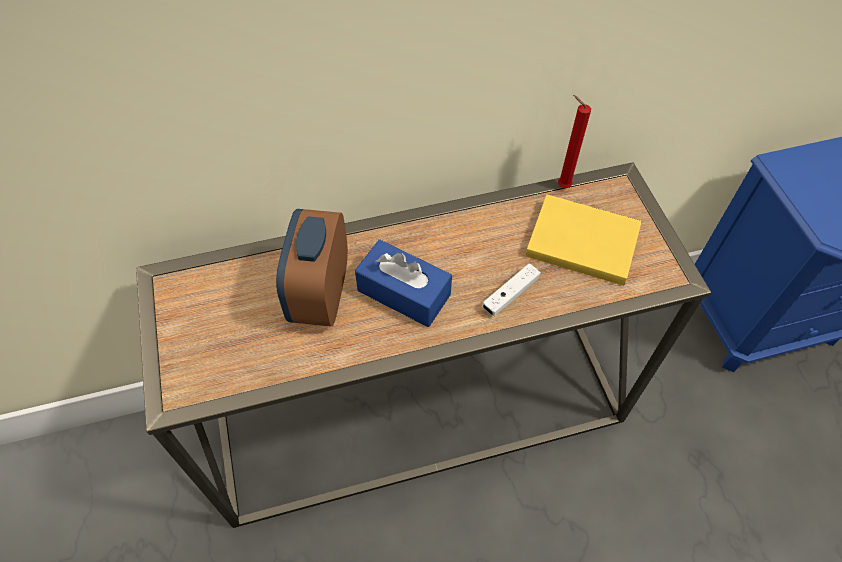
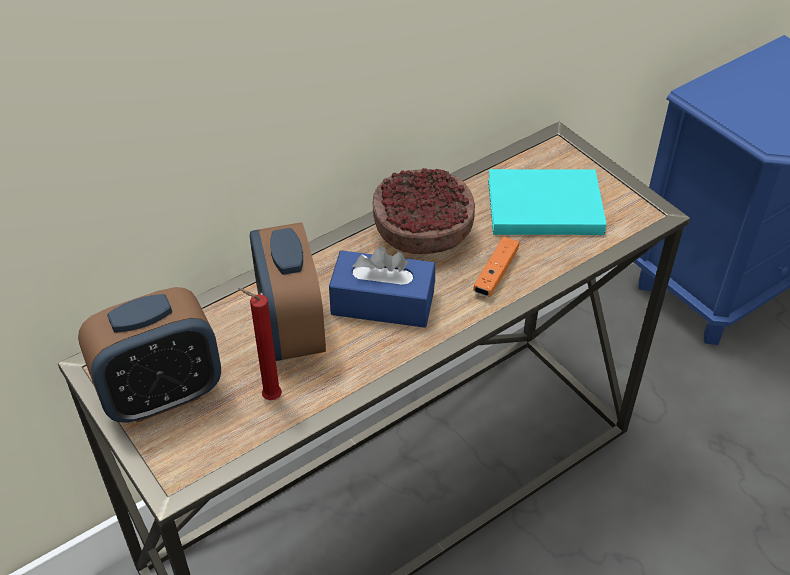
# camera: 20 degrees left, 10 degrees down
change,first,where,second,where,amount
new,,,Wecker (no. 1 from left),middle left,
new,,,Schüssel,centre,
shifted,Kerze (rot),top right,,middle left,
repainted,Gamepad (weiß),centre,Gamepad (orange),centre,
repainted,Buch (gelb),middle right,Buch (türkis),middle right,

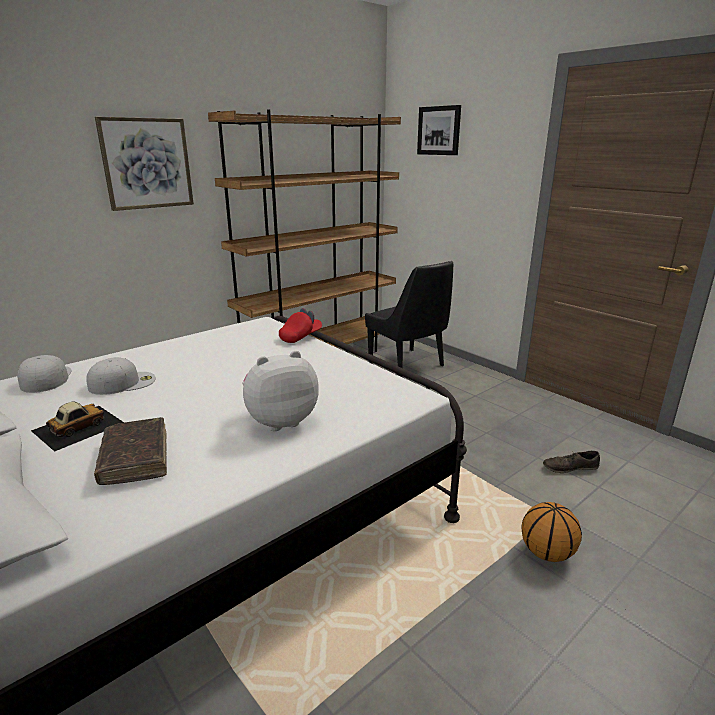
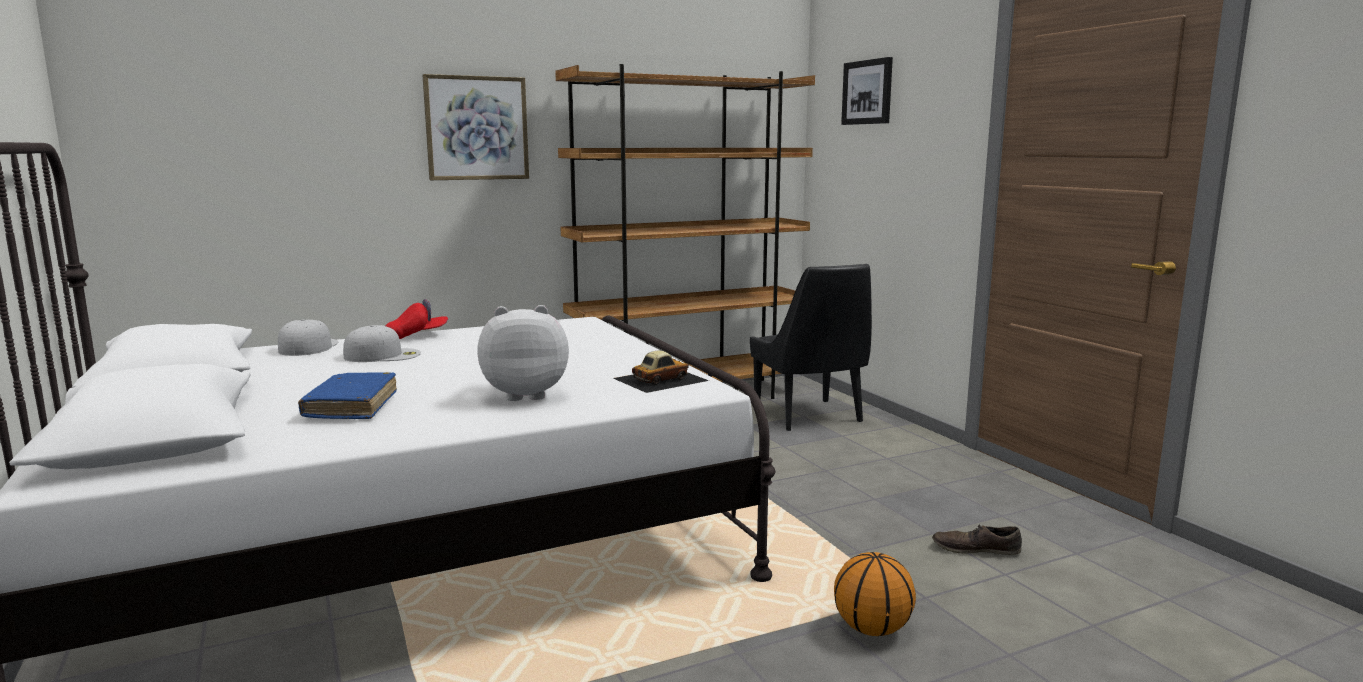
# camera: 15 degrees right, 10 degrees down
change,first,where,second,where,amount
shifted,Spielzeugauto,middle left,,centre,
shifted,Kappe (rot),centre,,middle left,
repainted,Buch (braun),middle left,Buch (blau),middle left,

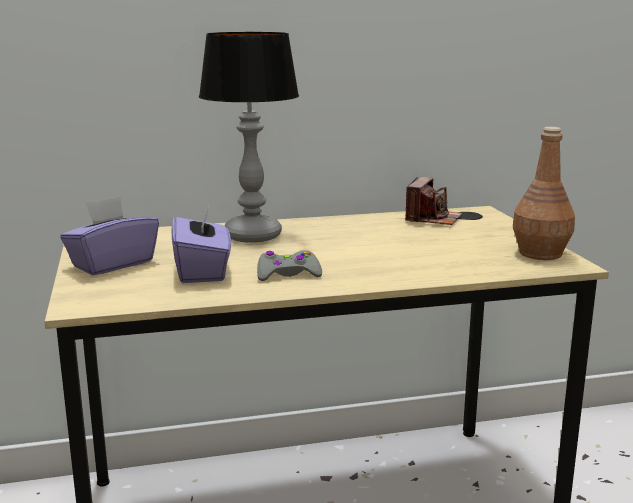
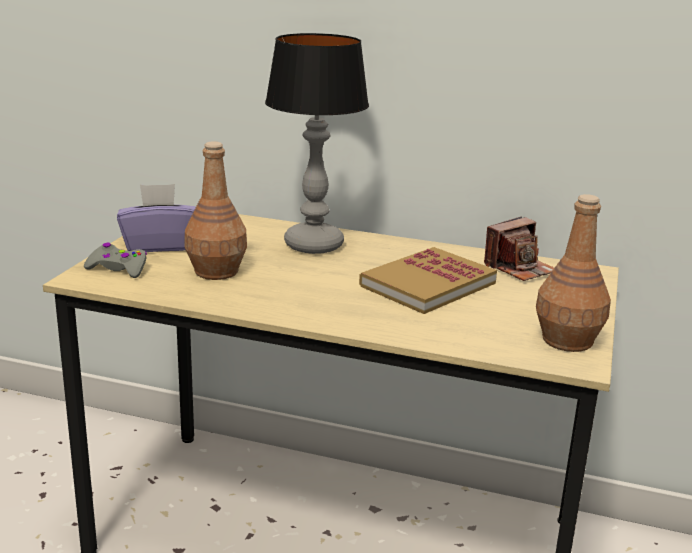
# camera: 30 degrees right, 5 degrees up
change,first,where,second,where,amount
new,,,Buch,centre,
shifted,Gamepad (grau),centre,,middle left,
swapped,Taschentuchbox (lila) (no. 2 from left),middle left,Flasche (braun) (no. 1 from left),middle left,

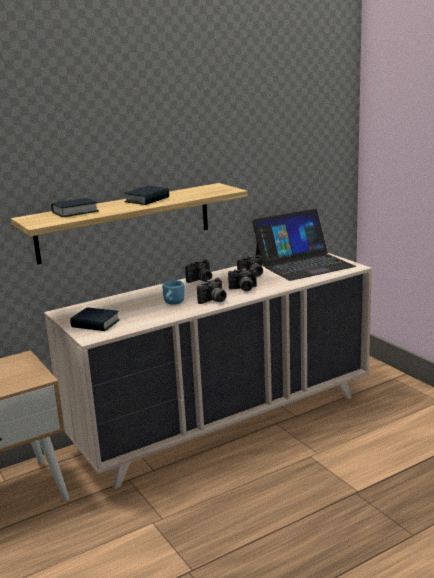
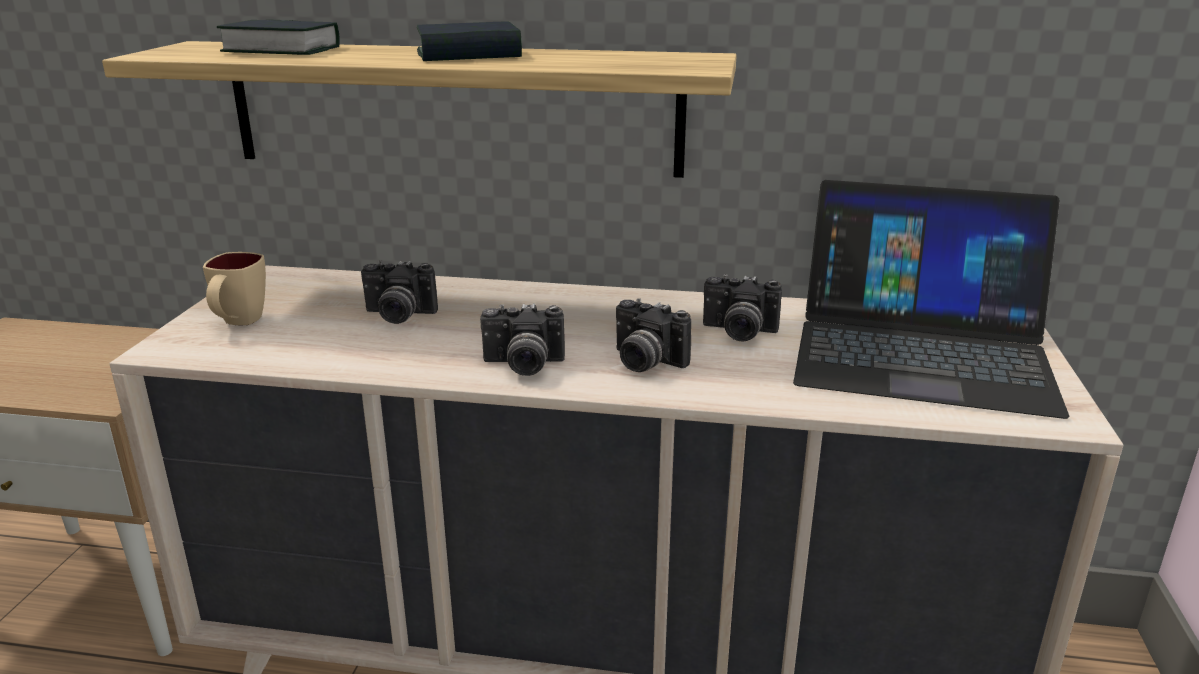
# camera: 40 degrees right, 5 degrees up
change,first,where,second,where,amount
gone,Henkelbecher (blau),centre,,,
shifted,Kamera (no. 1 from left),centre,,middle left,
swapped,Buch (no. 2 from left),middle left,Henkelbecher (beige),middle left,

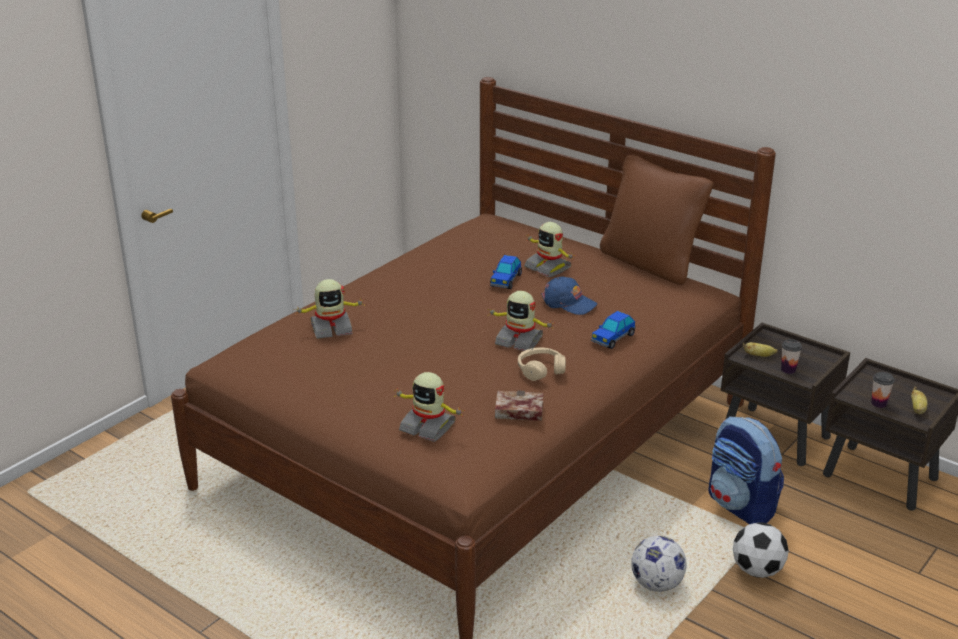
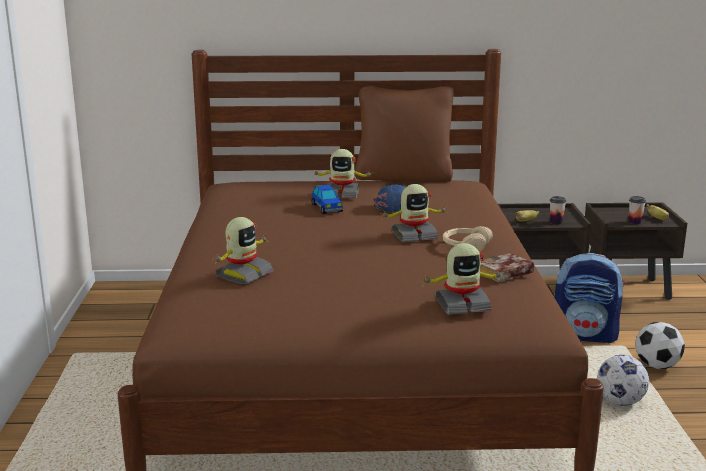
# camera: 40 degrees left, 10 degrees down
change,first,where,second,where,amount
gone,Spielzeugauto (no. 2 from left),centre,,,

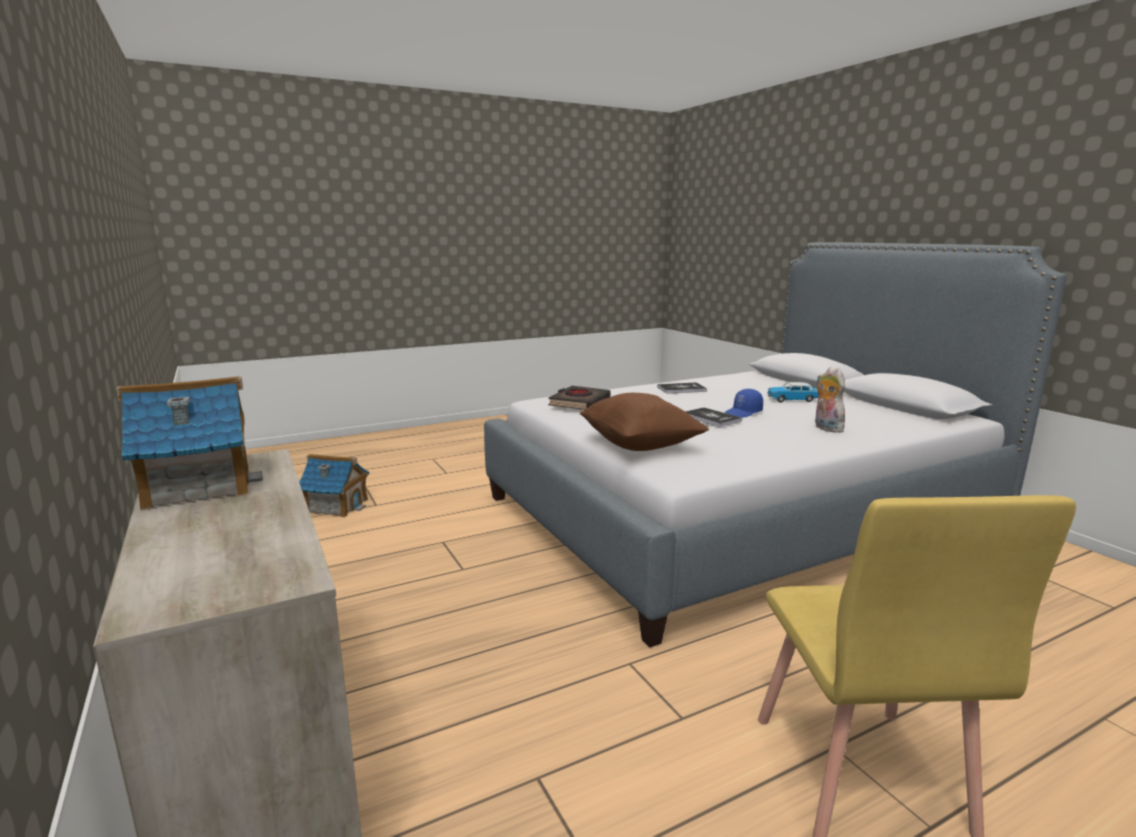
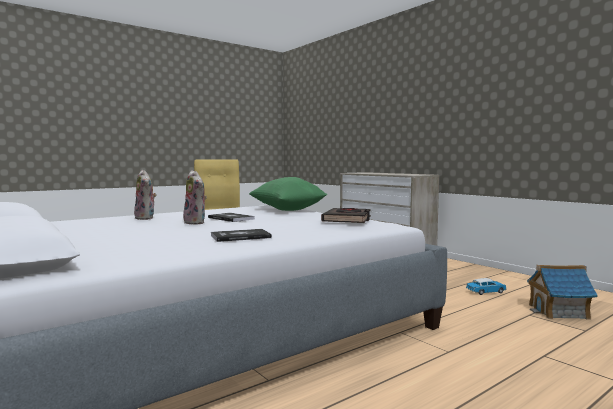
# camera: 170 degrees right, 10 degrees down
change,first,where,second,where,amount
gone,Spielzeughaus (no. 1 from left),middle left,,,
shifted,Spielzeugauto,middle right,,bottom right,
swapped,Kappe (blau),centre,Plüschtier (no. 2 from left),middle left,
repainted,Kissen (braun),centre,Kissen (grün),centre,

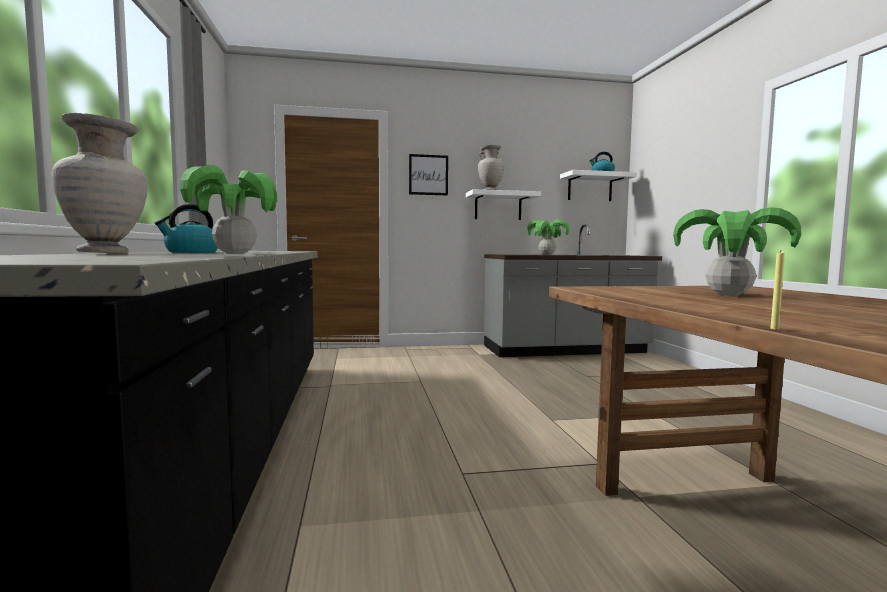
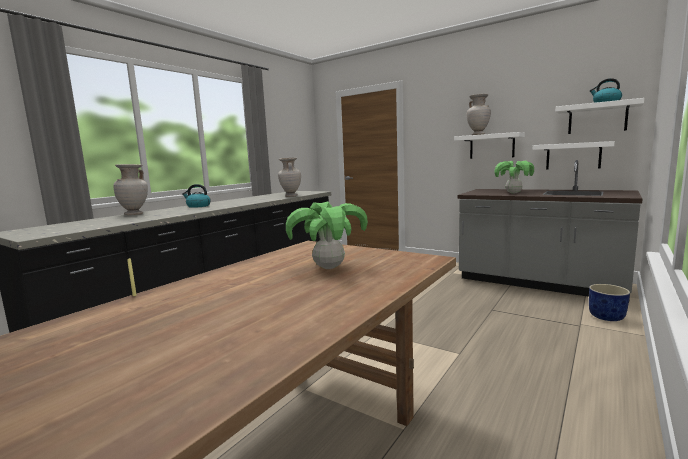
# camera: 45 degrees right, 5 degrees up
change,first,where,second,where,amount
gone,Topfpflanze (no. 1 from left),middle left,,,
gone,Bild,top centre,,,
new,,,Vase (beige) (no. 2 from left),centre,
new,,,Wandregal (weiß) (no. 2 from left),middle right,
new,,,Pflanzkübel (blau),middle right,

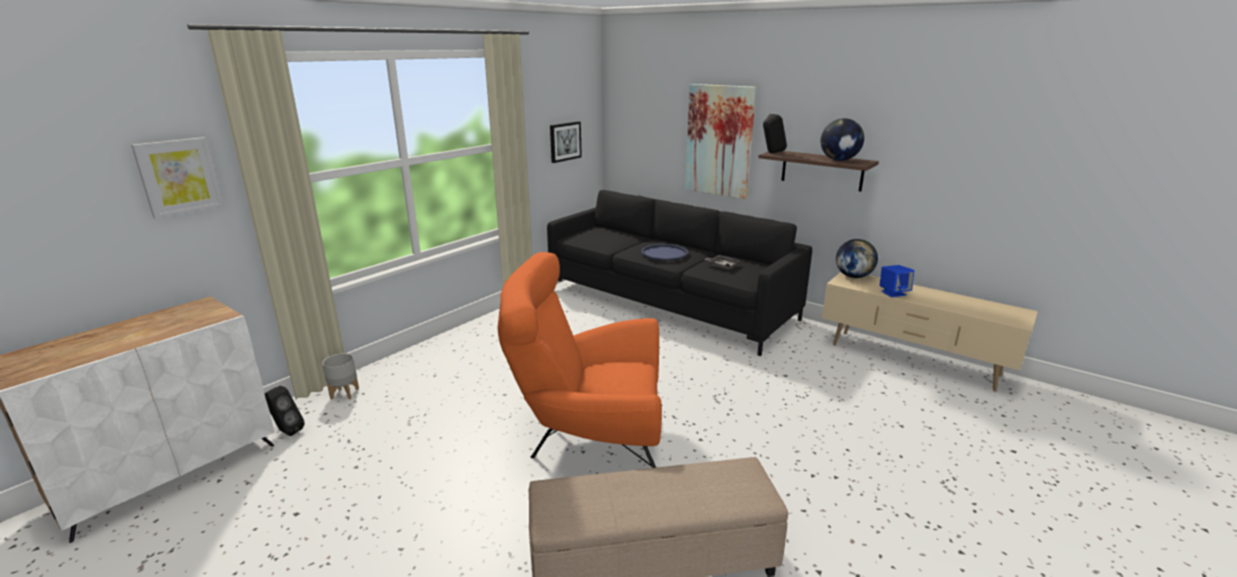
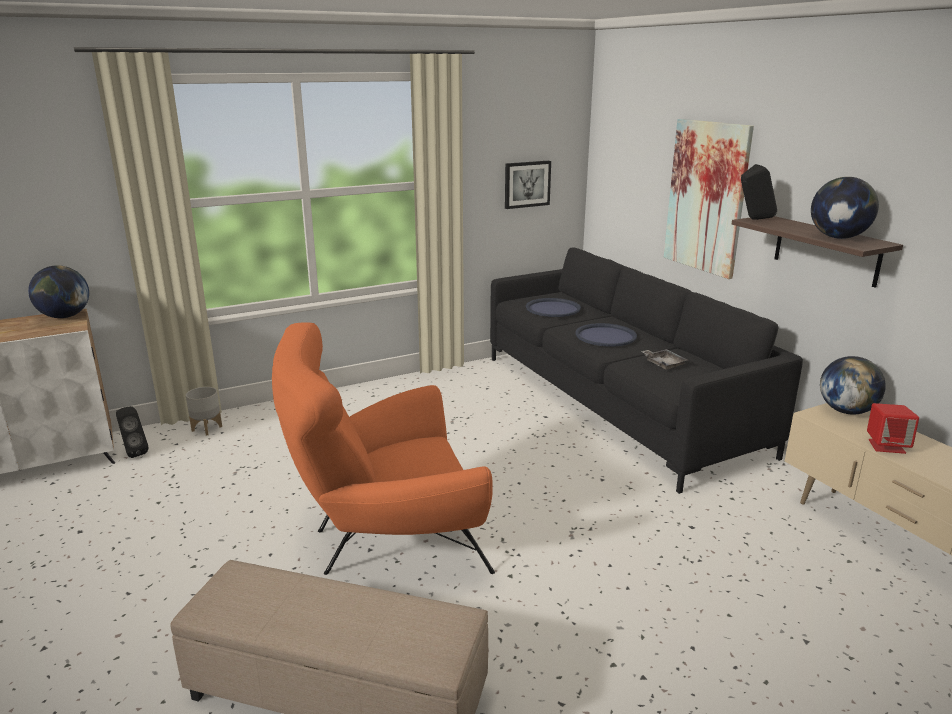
# camera: 25 degrees right, 0 degrees up
change,first,where,second,where,amount
gone,Bild (no. 1 from left),top left,,,
new,,,Globus (no. 1 from left),middle left,
new,,,Tablett (blau) (no. 1 from left),centre,
repainted,Lautsprecher (blau),middle right,Lautsprecher (rot),middle right,
rotated,Sessel (orange),centre,,centre,45 degrees counterclockwise

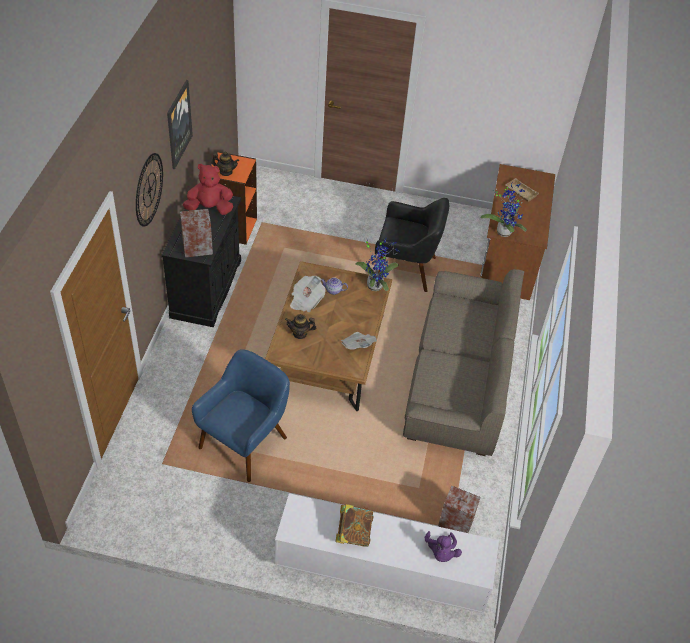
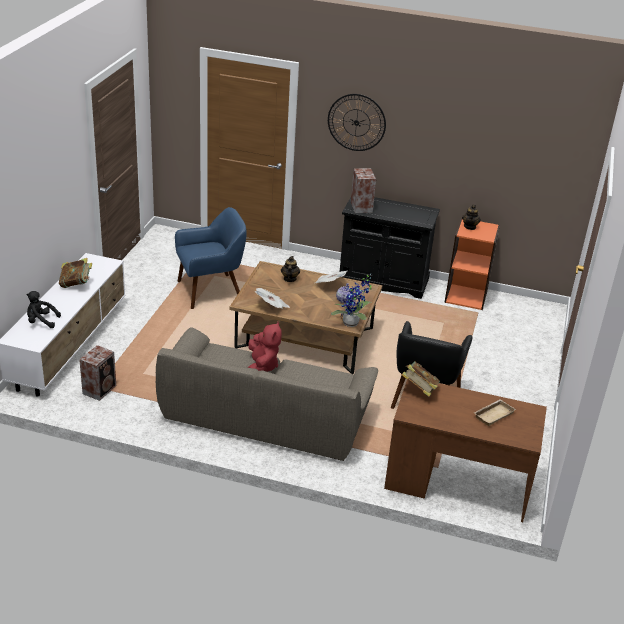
# camera: 95 degrees right, 15 degrees down
change,first,where,second,where,amount
gone,Bild,top left,,,
shifted,Plüschtier (rot),top left,,centre,
swapped,Topfpflanze (no. 2 from left),top right,Buch (no. 2 from left),middle right,
repainted,Plüschtier (lila),bottom centre,Plüschtier (schwarz),middle left,
rotated,Sessel (blau),centre,,centre,60 degrees counterclockwise

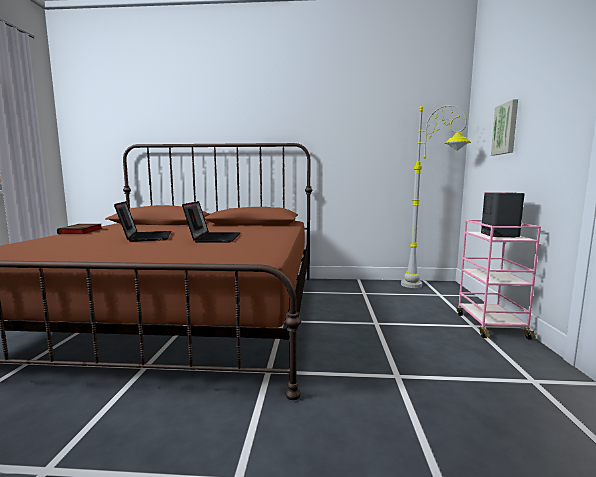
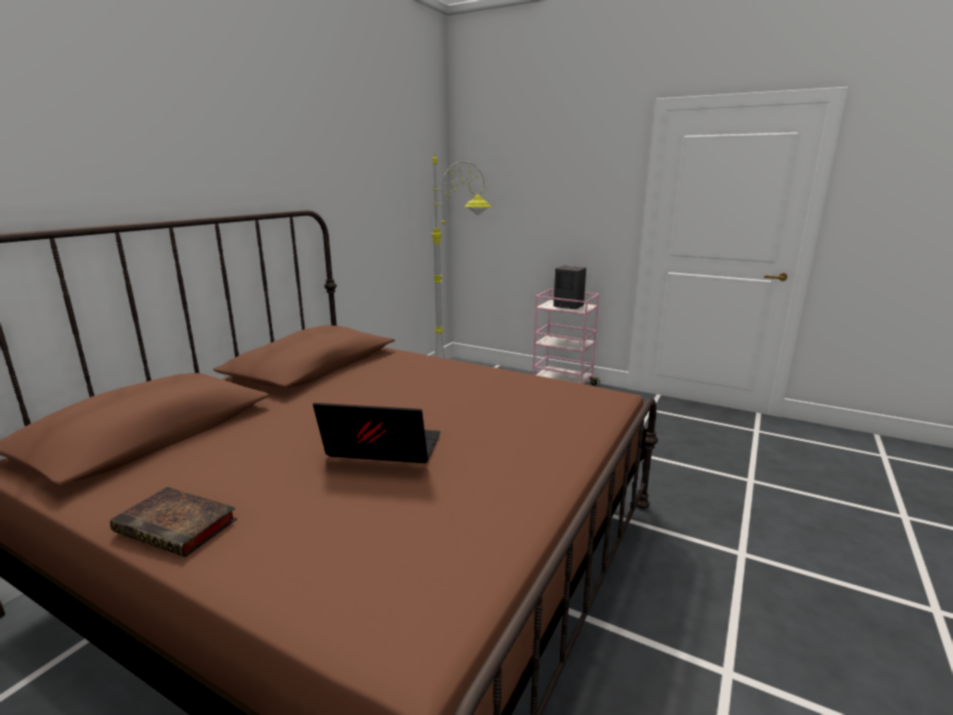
# camera: 65 degrees left, 10 degrees up
change,first,where,second,where,amount
gone,Laptop (no. 2 from left),centre,,,
gone,Bild,top right,,,

